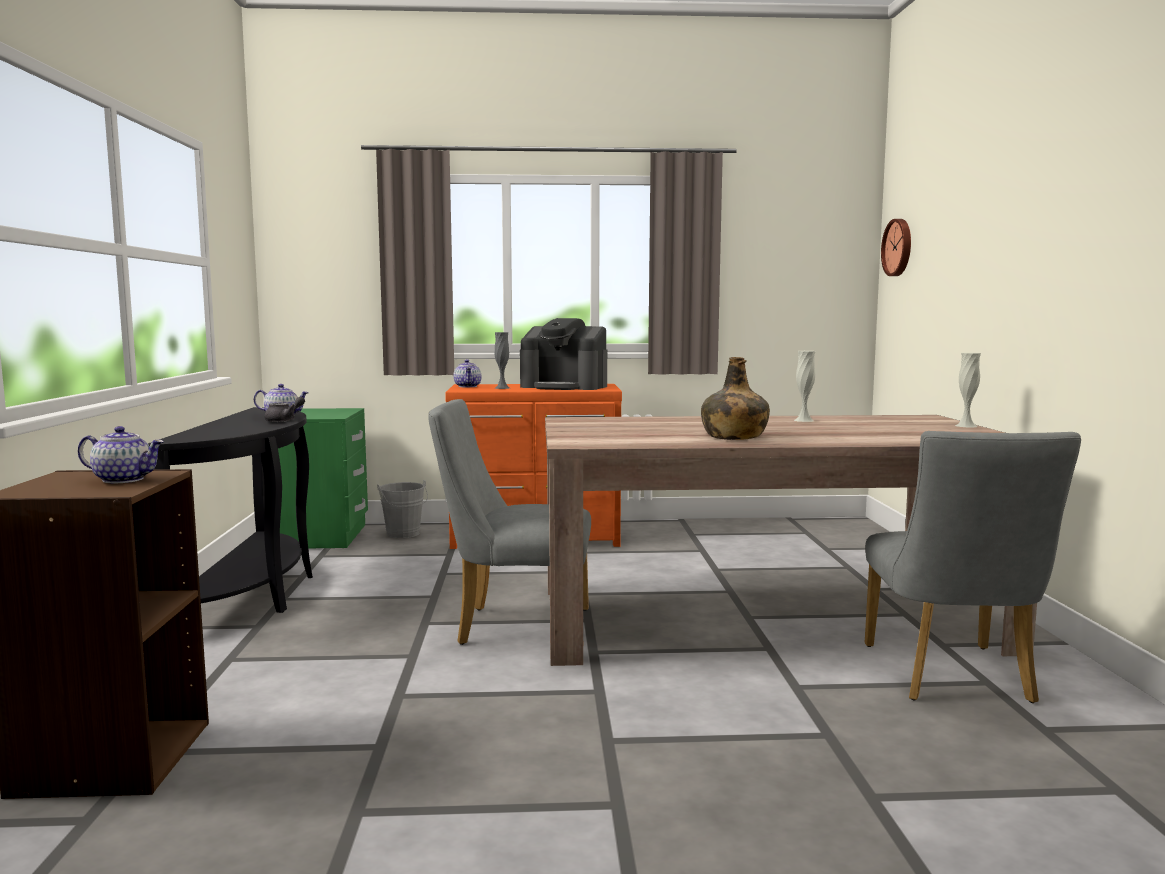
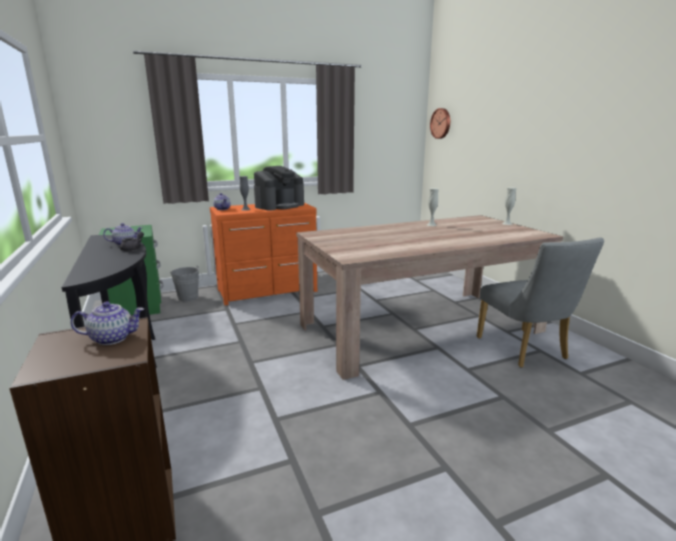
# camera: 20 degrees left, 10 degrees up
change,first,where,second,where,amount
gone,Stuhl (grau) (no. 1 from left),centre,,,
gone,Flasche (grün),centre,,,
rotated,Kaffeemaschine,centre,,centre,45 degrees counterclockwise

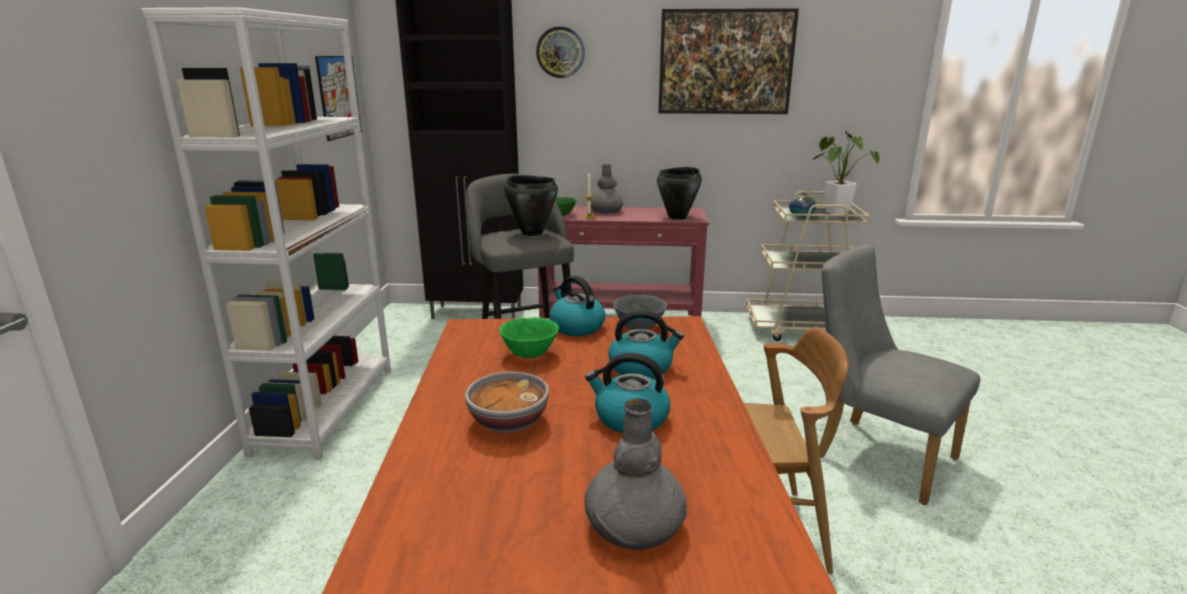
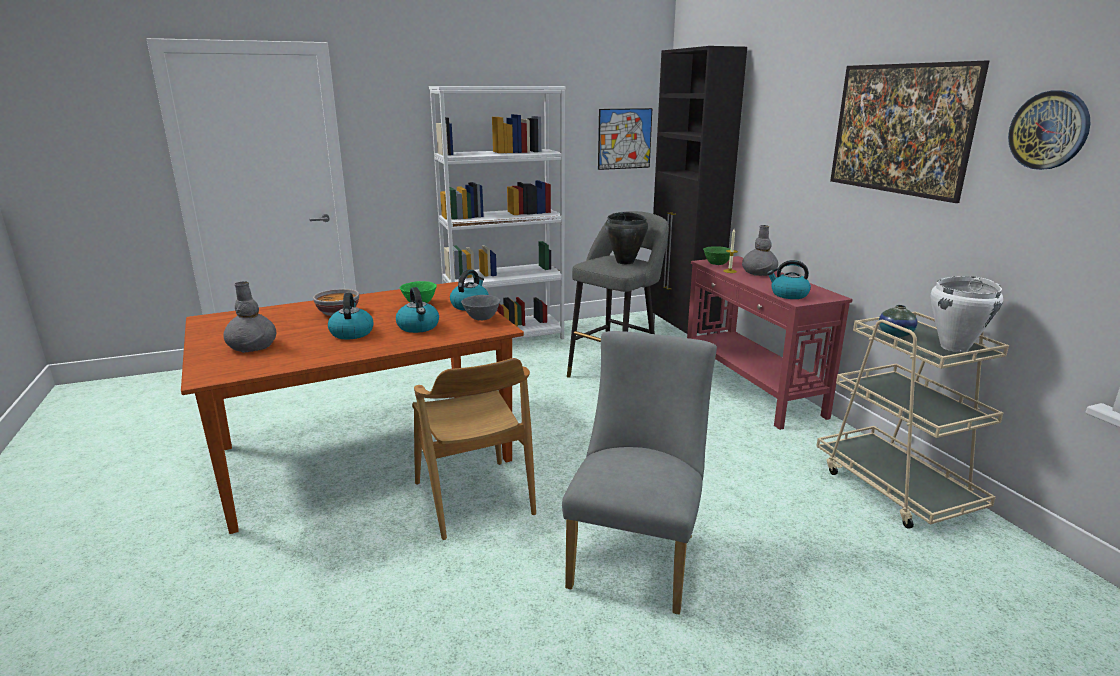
# camera: 65 degrees right, 0 degrees up
change,first,where,second,where,amount
shifted,Wanduhr,top centre,,top right,
swapped,Kochtopf (schwarz) (no. 2 from left),top centre,Wasserkessel (no. 4 from left),middle right,
swapped,Topfpflanze,top right,Kochtopf (weiß),middle right,

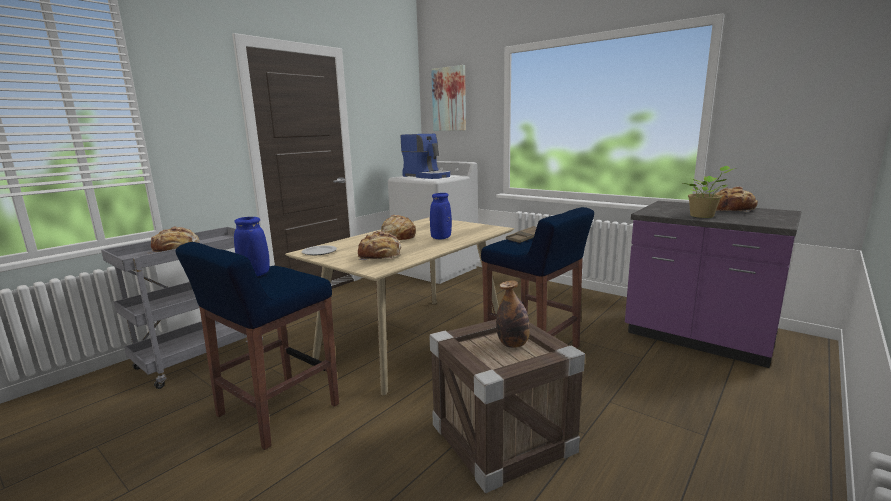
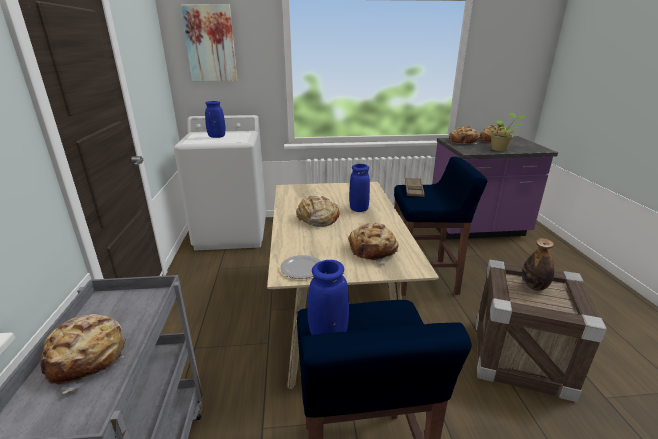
# camera: 45 degrees left, 10 degrees up
change,first,where,second,where,amount
new,,,Brot (no. 4 from left),top right,
swapped,Kaffeemaschine,top centre,Vase (blau) (no. 1 from left),top left,

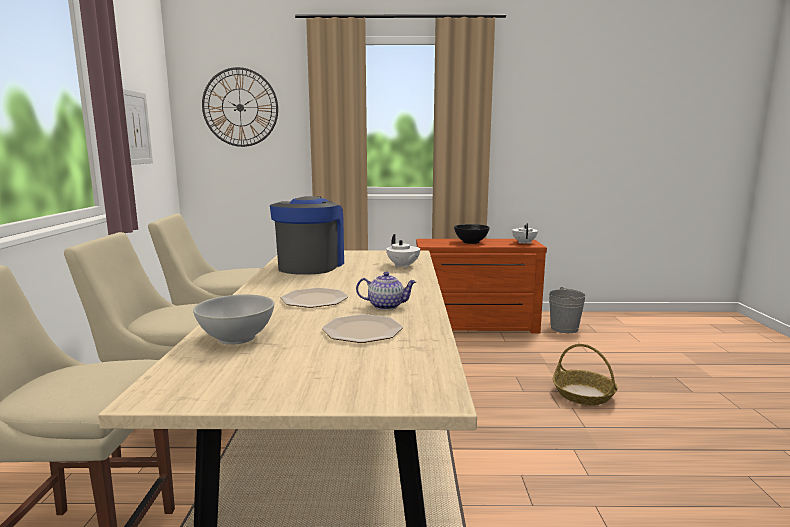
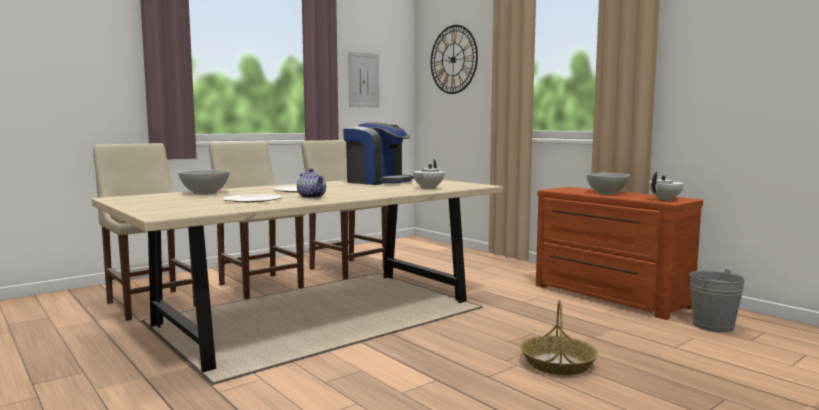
# camera: 50 degrees right, 5 degrees down
change,first,where,second,where,amount
repainted,Schüssel (schwarz),centre,Schüssel (weiß) (no. 2 from left),middle right,
rotated,Kaffeemaschine,centre,,centre,60 degrees clockwise

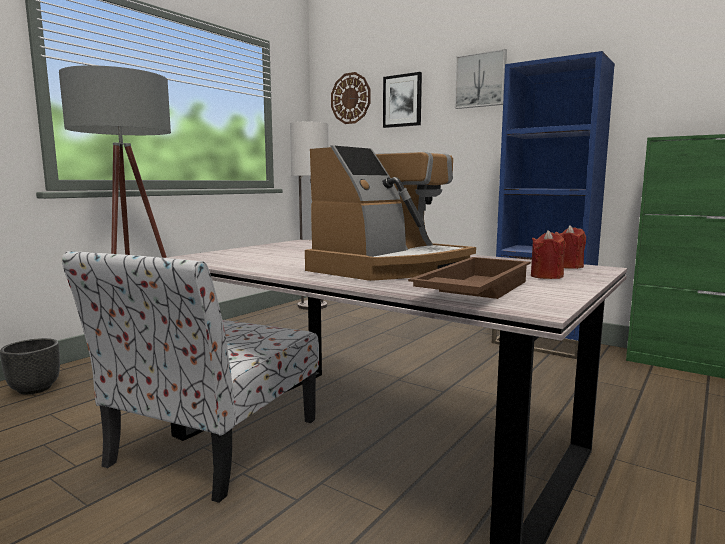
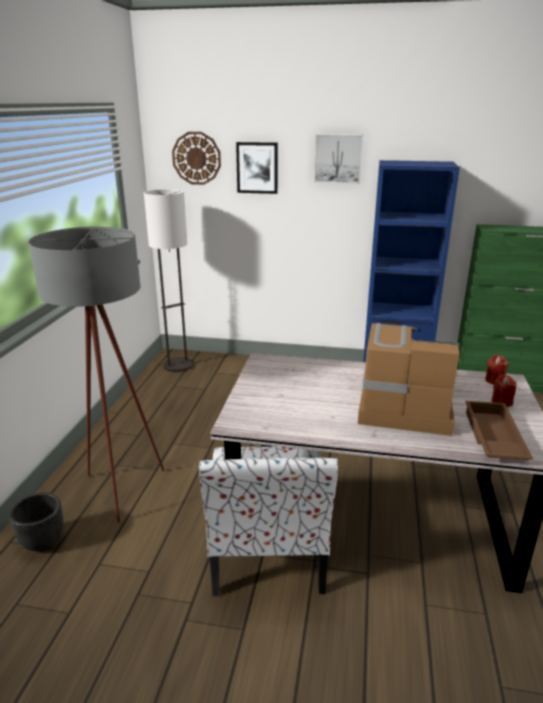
# camera: 25 degrees left, 15 degrees up
change,first,where,second,where,amount
rotated,Kaffeemaschine,centre,,middle right,90 degrees counterclockwise

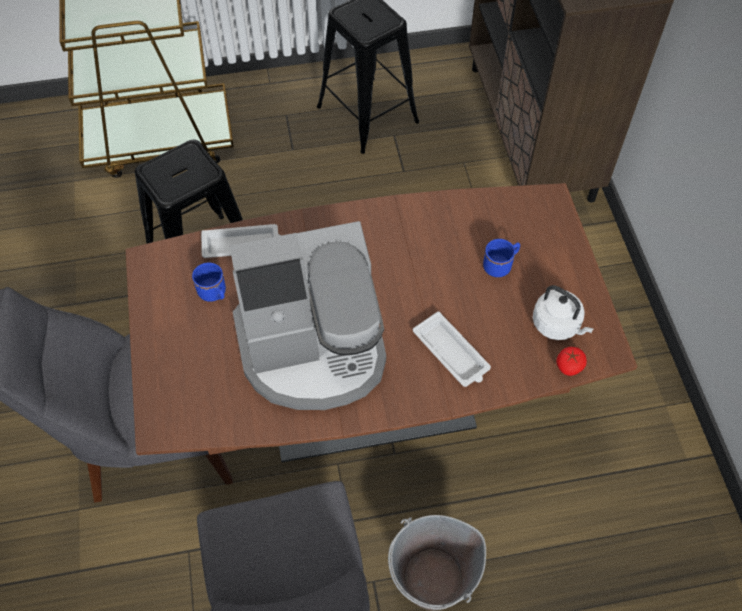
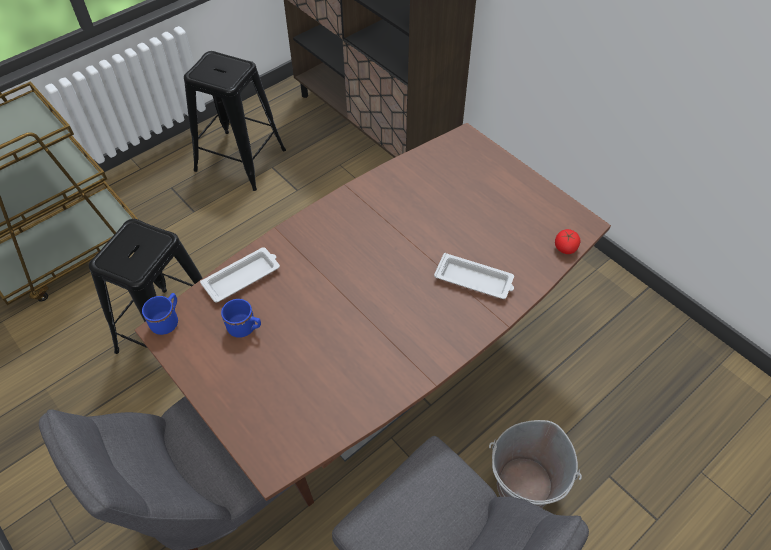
# camera: 30 degrees left, 5 degrees down
change,first,where,second,where,amount
gone,Kaffeemaschine,centre,,,
gone,Wasserkessel (weiß),middle right,,,
shifted,Henkelbecher (blau) (no. 2 from left in the first image),middle right,Henkelbecher (blau) (no. 1 from left),middle left,

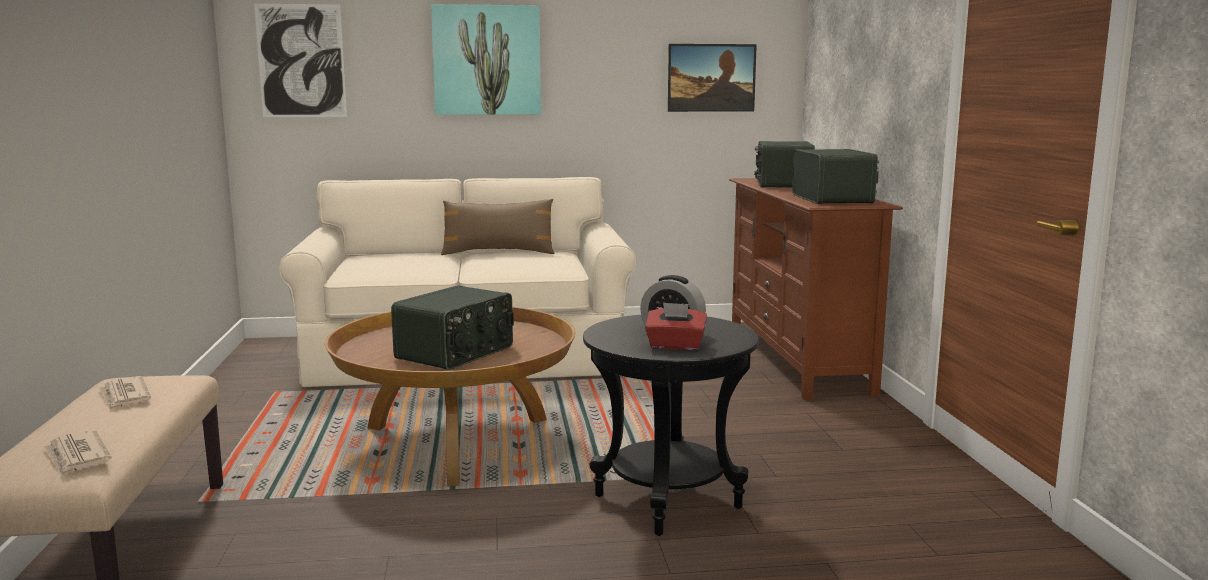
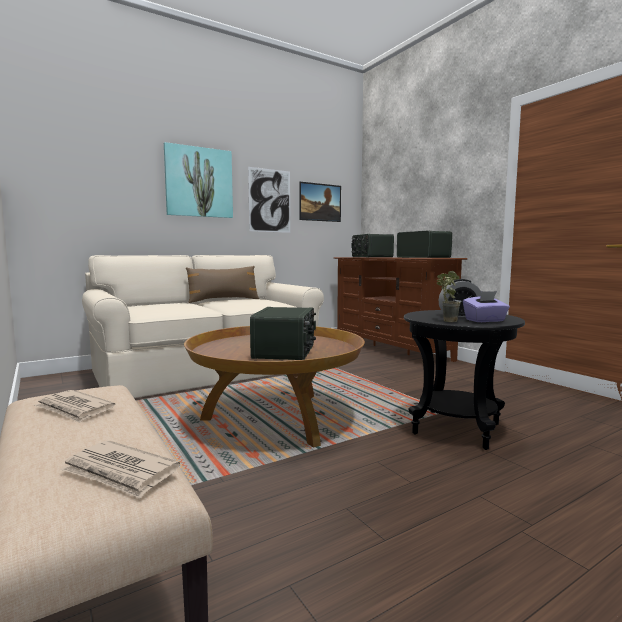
# camera: 25 degrees left, 5 degrees down
change,first,where,second,where,amount
new,,,Topfpflanze,middle right,
shifted,Bild (no. 1 from left in the first image),top left,Bild (no. 2 from left),top centre,
repainted,Taschentuchbox (rot),centre,Taschentuchbox (lila),middle right,

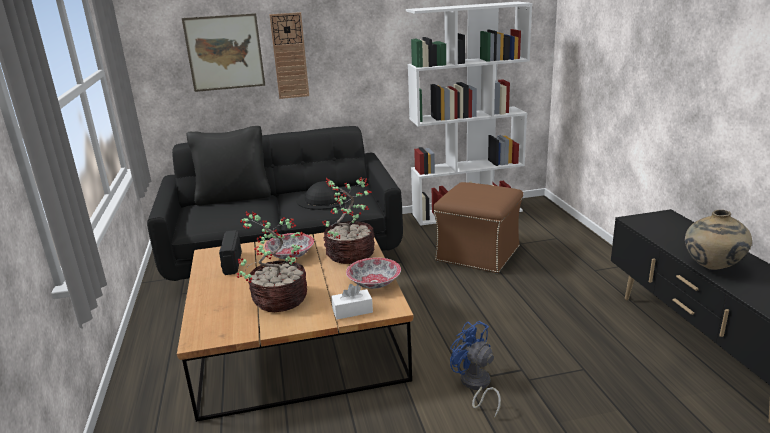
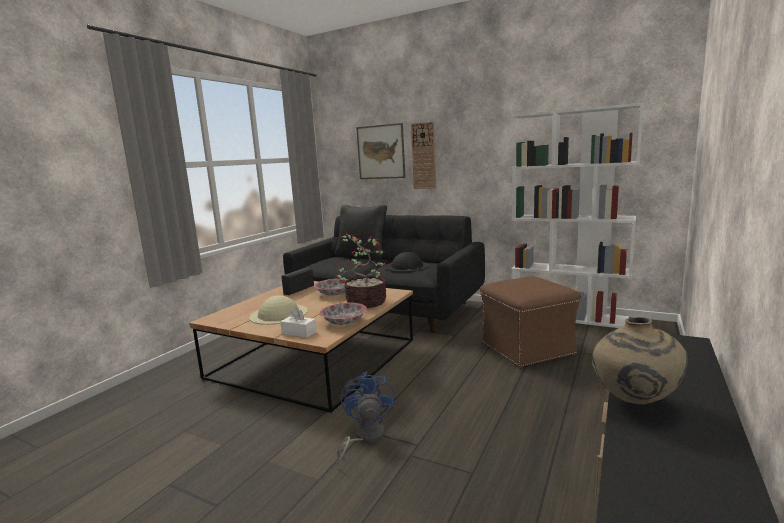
# camera: 40 degrees right, 10 degrees down
change,first,where,second,where,amount
swapped,Topfpflanze (no. 1 from left),centre,Hut (beige),centre,

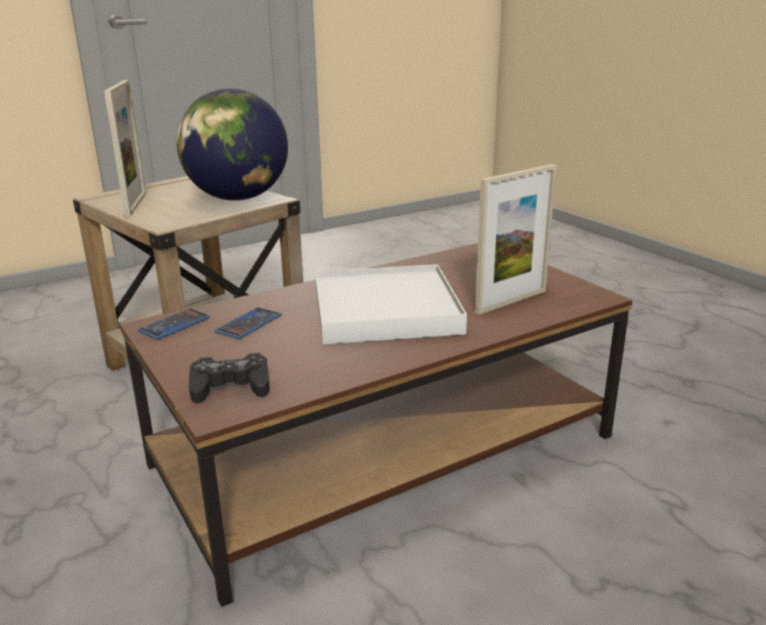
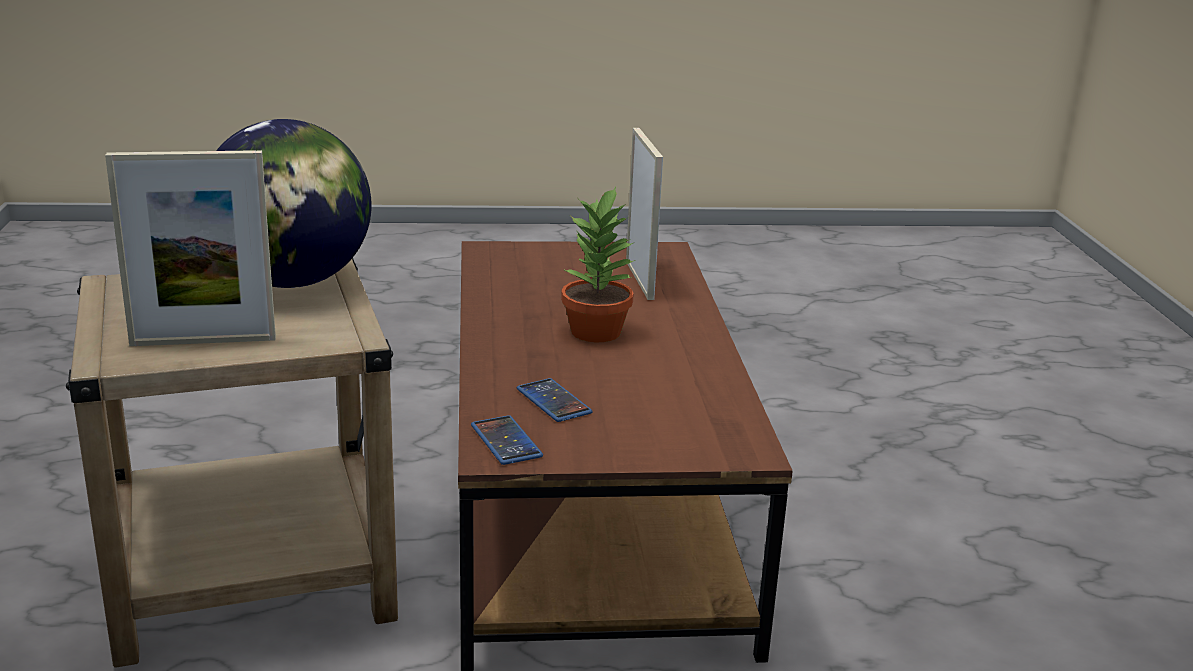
# camera: 65 degrees left, 0 degrees up
change,first,where,second,where,amount
gone,Gamepad (schwarz),middle left,,,
swapped,Tablett (weiß),centre,Topfpflanze,centre,
rotated,Bilderrahmen (no. 1 from left),top left,,middle left,150 degrees clockwise

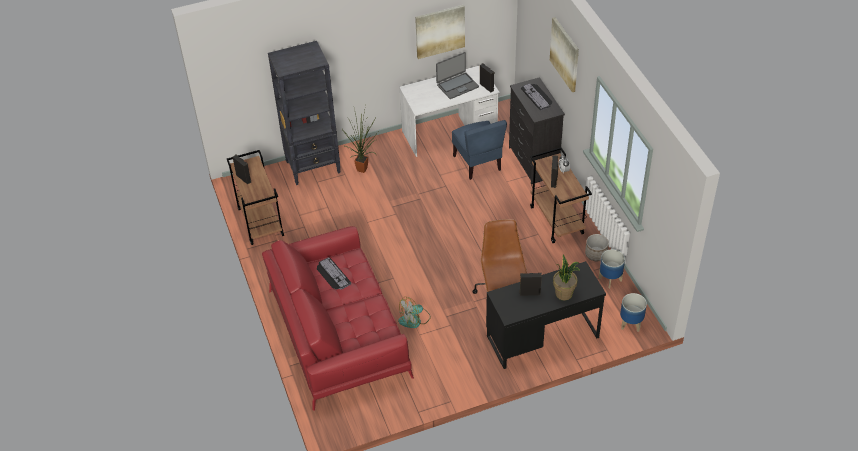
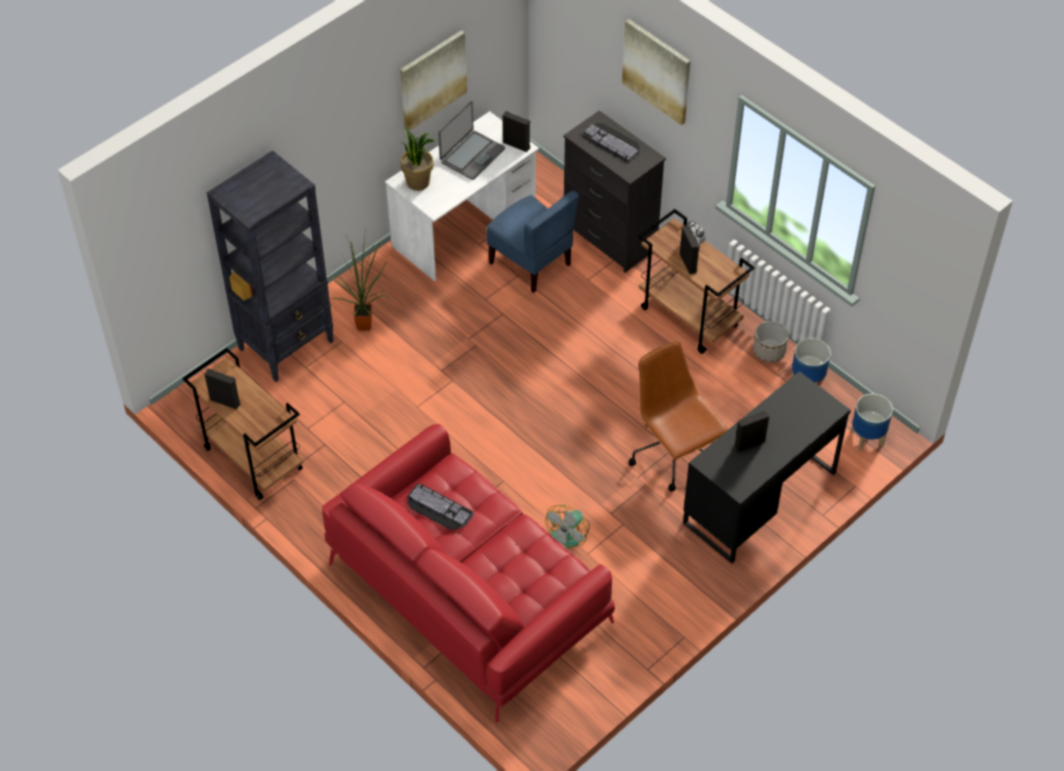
# camera: 25 degrees left, 5 degrees up
change,first,where,second,where,amount
shifted,Topfpflanze (no. 2 from left),centre,,top centre,

